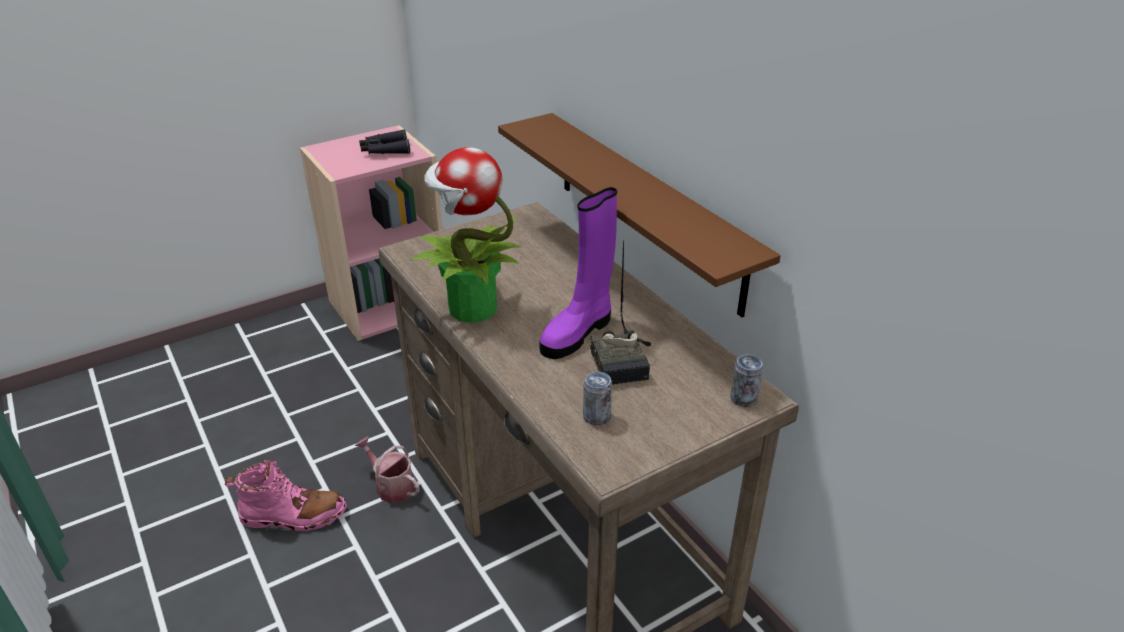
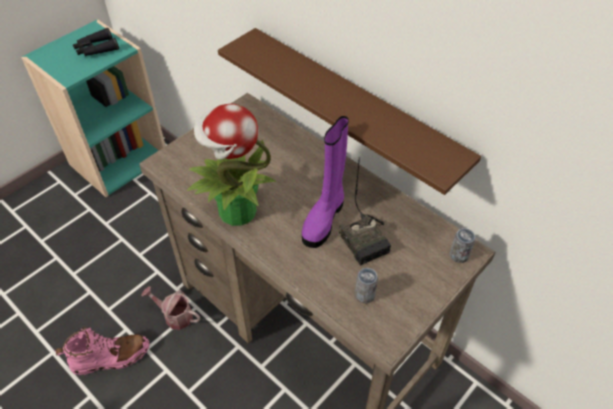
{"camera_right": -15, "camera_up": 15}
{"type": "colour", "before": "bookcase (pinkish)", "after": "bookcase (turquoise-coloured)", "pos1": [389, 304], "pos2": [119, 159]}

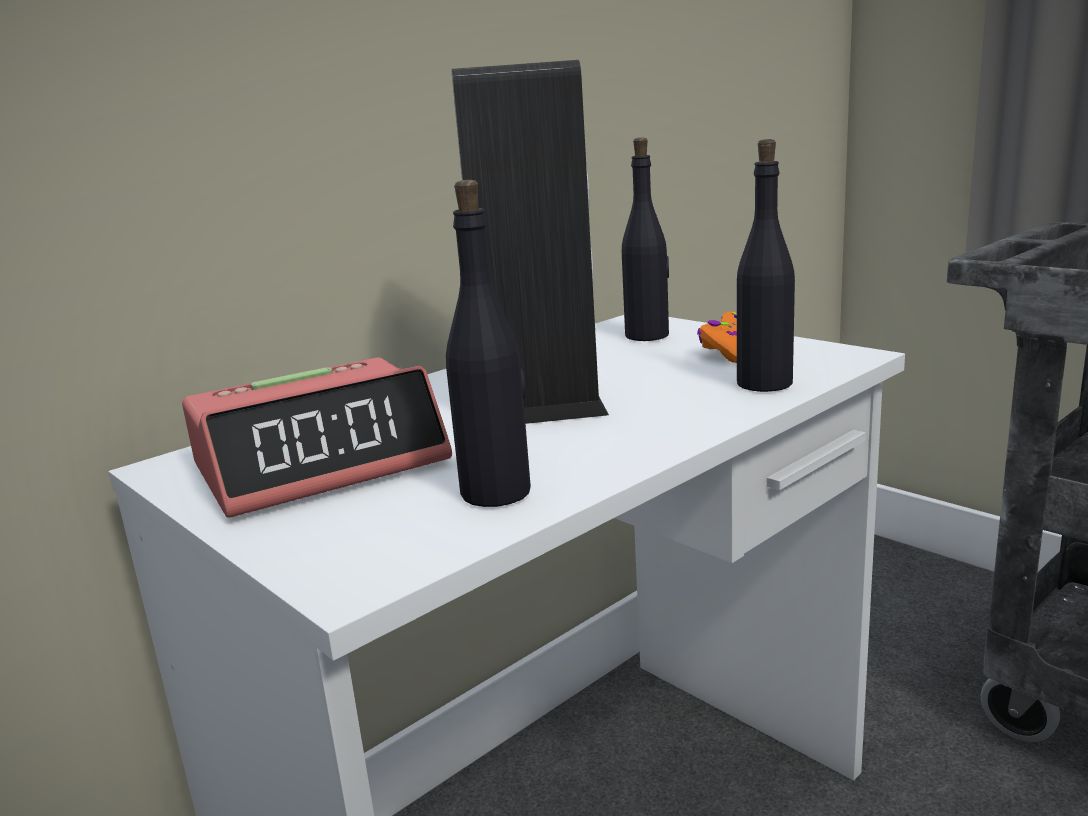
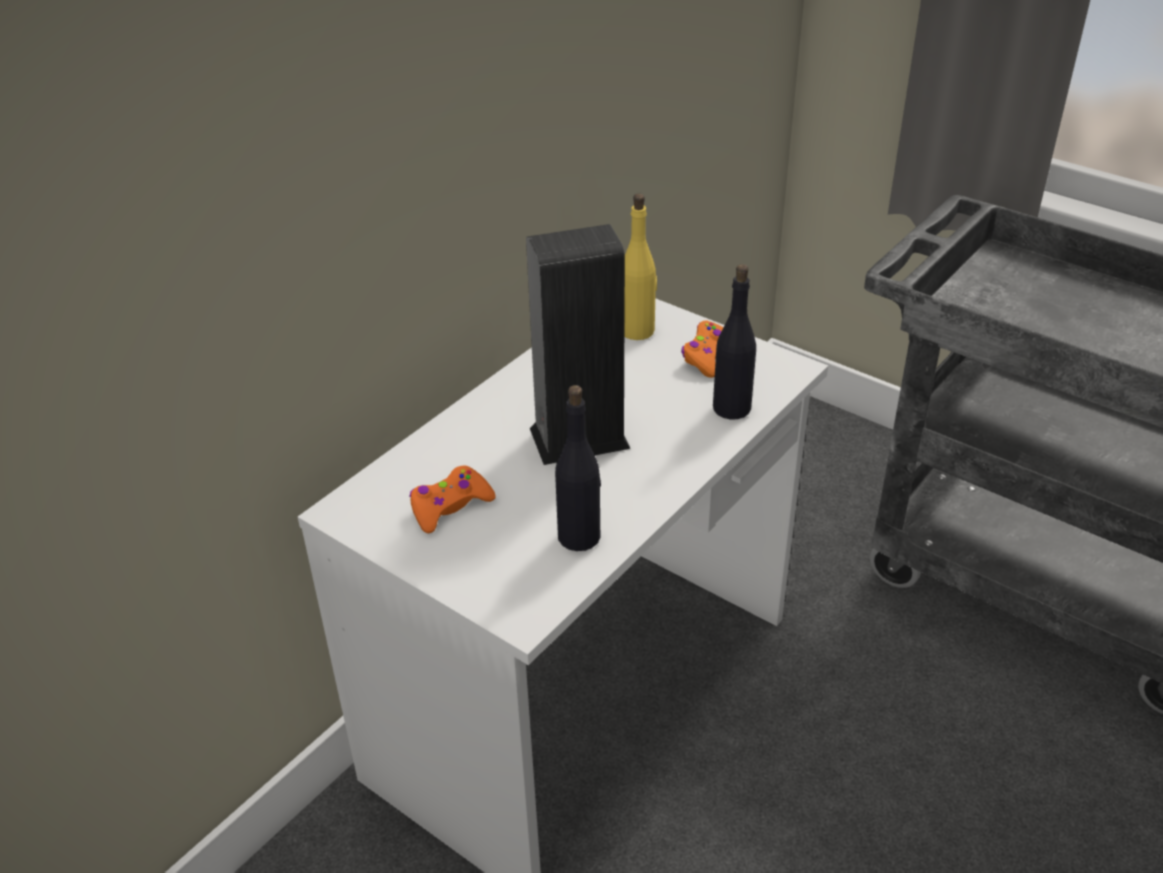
{"camera_right": -10, "camera_up": 20}
{"type": "exchanged", "before": "table clock", "after": "game controller (orange)", "pos1": [321, 462], "pos2": [450, 506]}
{"type": "colour", "before": "beverage bottle (black-coloured)", "after": "beverage bottle (yellow)", "pos1": [647, 335], "pos2": [637, 330]}

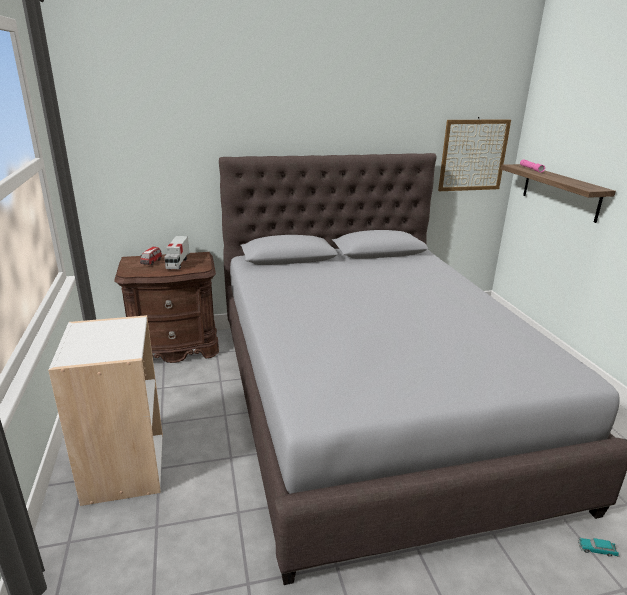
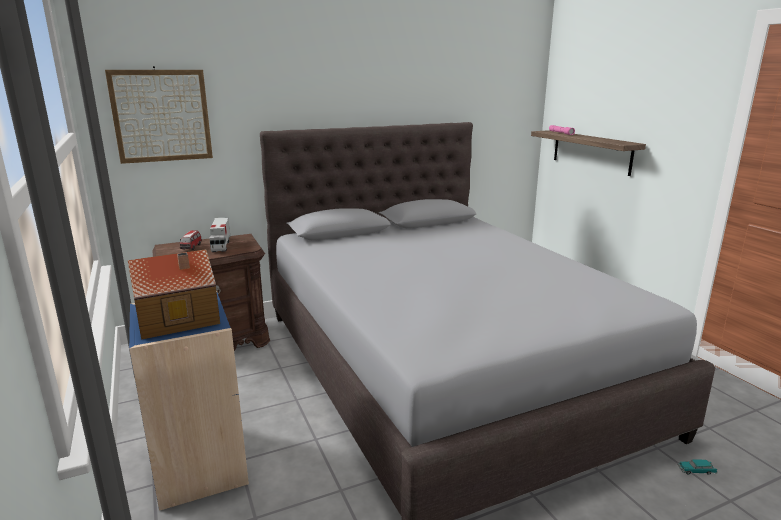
{"camera_right": -10, "camera_up": -5}
{"type": "appeared", "after": "miniature house", "pos2": [179, 317]}
{"type": "relocated", "before": "wall picture", "pos1": [473, 154], "pos2": [161, 114]}
{"type": "colour", "before": "bookcase (white-coloured)", "after": "bookcase (blue)", "pos1": [123, 466], "pos2": [198, 464]}

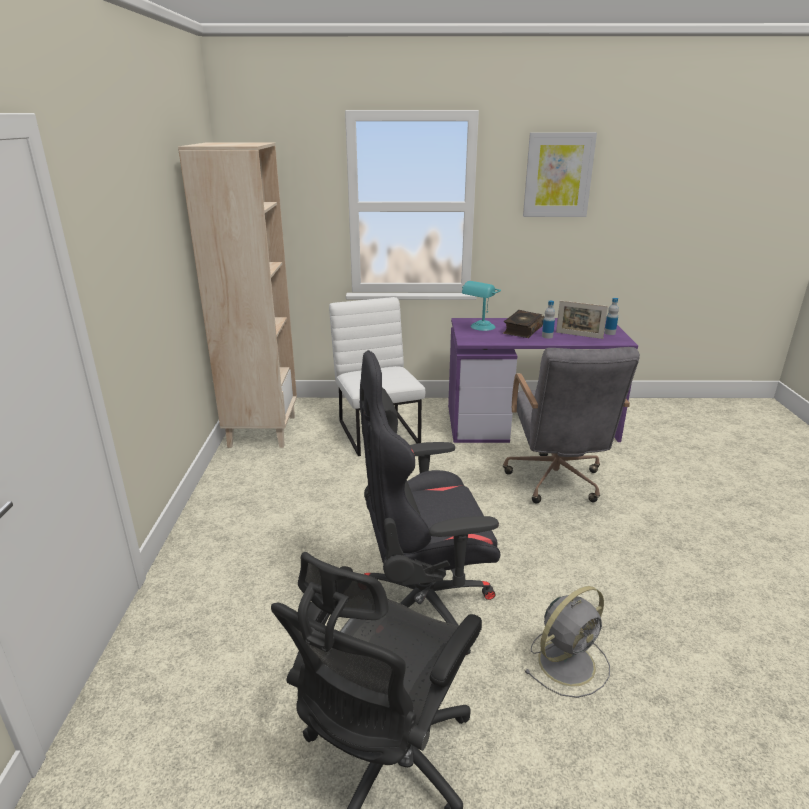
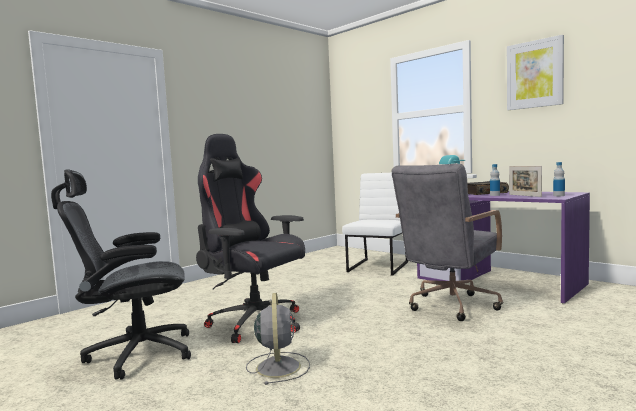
{"camera_right": 45, "camera_up": -20}
{"type": "missing", "before": "bookcase (beige-coloured)", "pos1": [262, 431]}
{"type": "spun", "before": "electric fan (greyish)", "pos1": [568, 661], "pos2": [278, 366], "turn": -105}

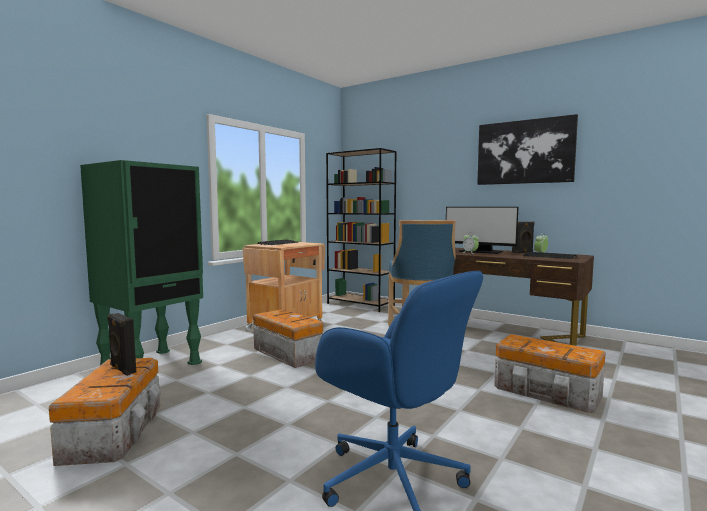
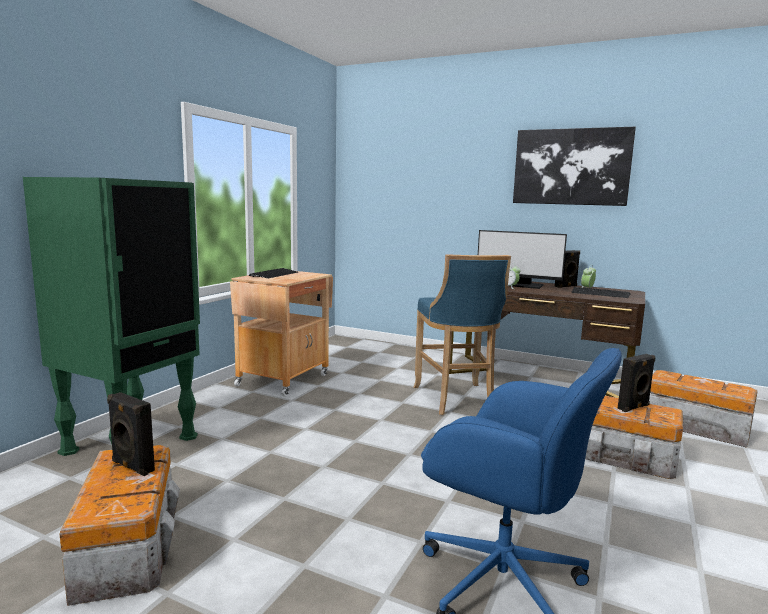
{"camera_right": -10, "camera_up": 5}
{"type": "missing", "before": "bookcase (beige-coloured)", "pos1": [361, 305]}
{"type": "appeared", "after": "loudspeaker (black-coloured)", "pos2": [634, 407]}
{"type": "relocated", "before": "storage box", "pos1": [288, 353], "pos2": [693, 426]}

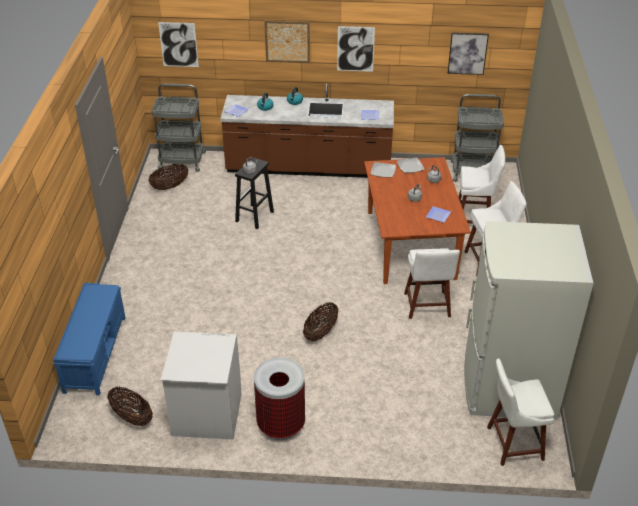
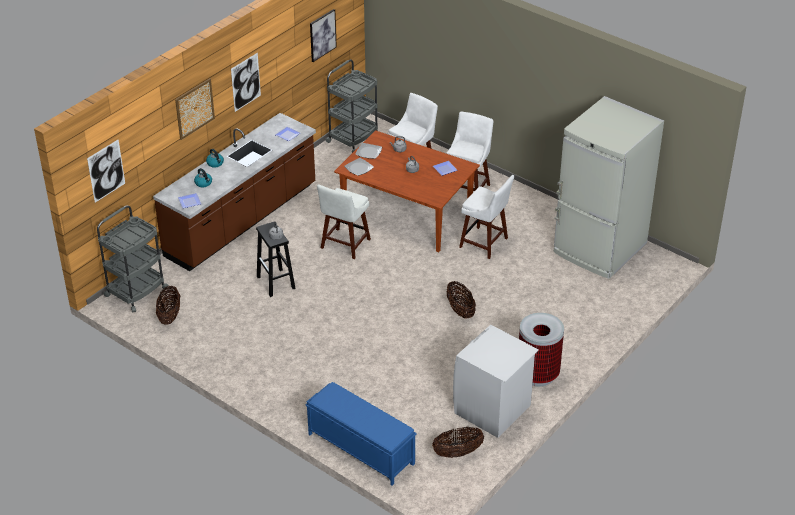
{"camera_right": -55, "camera_up": 0}
{"type": "relocated", "before": "plain chair (white-coloured)", "pos1": [511, 443], "pos2": [344, 245]}

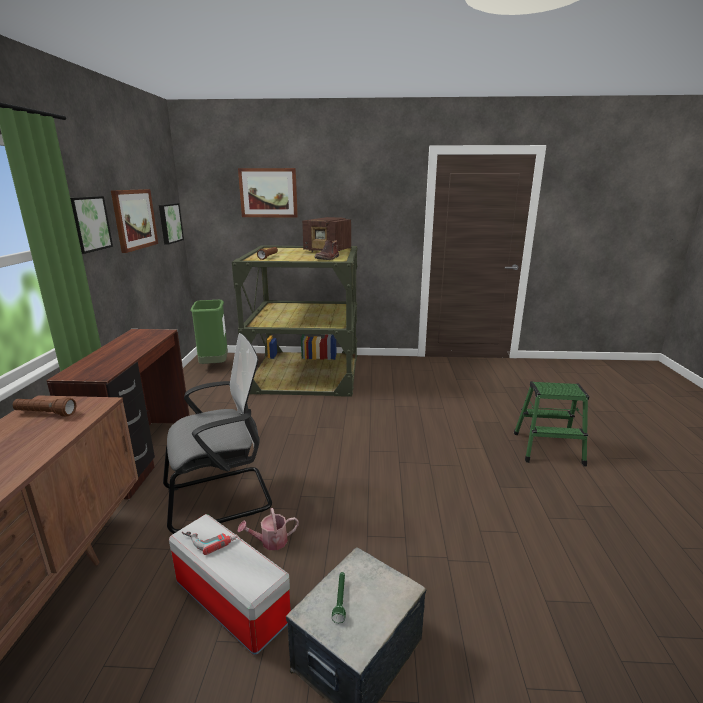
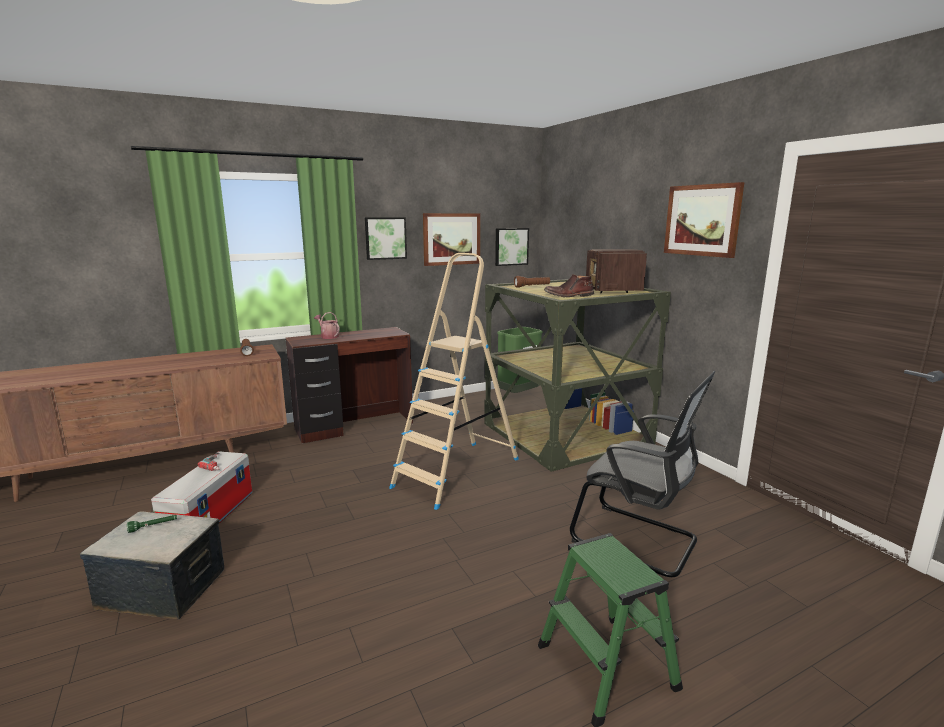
{"camera_right": 60, "camera_up": -5}
{"type": "appeared", "after": "stepladder (beige-coloured)", "pos2": [457, 473]}
{"type": "relocated", "before": "plain chair", "pos1": [222, 499], "pos2": [637, 541]}
{"type": "relocated", "before": "wall picture", "pos1": [268, 193], "pos2": [702, 220]}
{"type": "relocated", "before": "watering pot", "pos1": [270, 542], "pos2": [328, 336]}

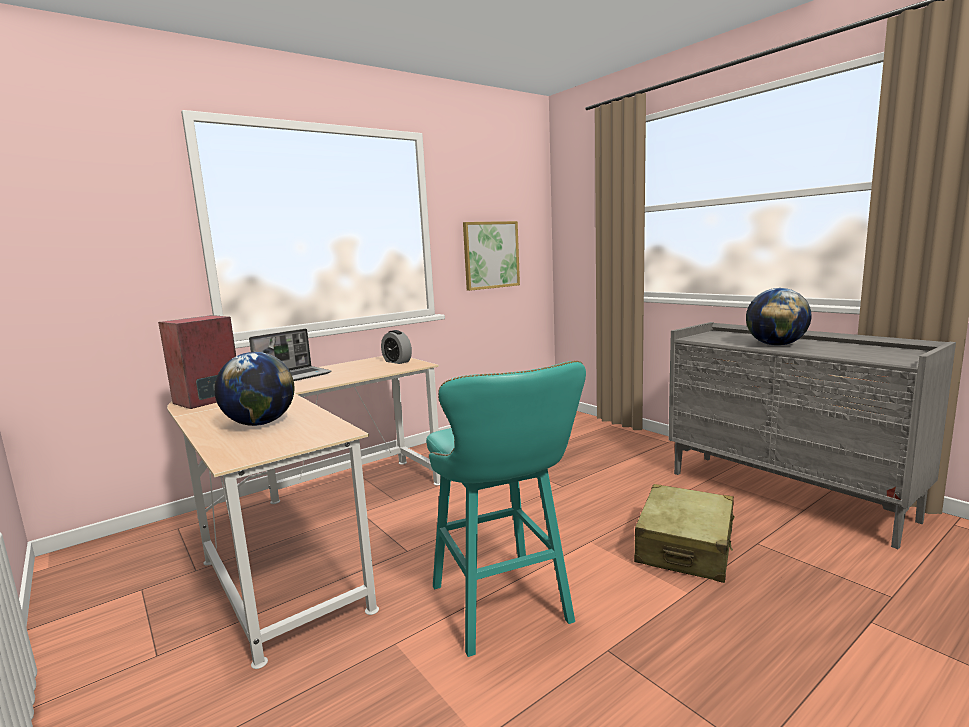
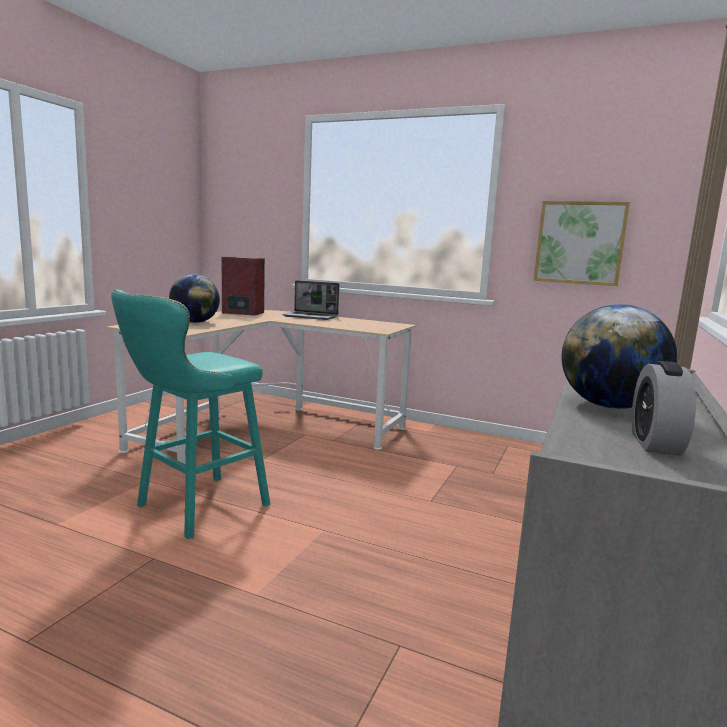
{"camera_right": 60, "camera_up": 0}
{"type": "missing", "before": "piece of luggage (beige-coloured)", "pos1": [685, 547]}
{"type": "relocated", "before": "table clock", "pos1": [397, 361], "pos2": [655, 444]}

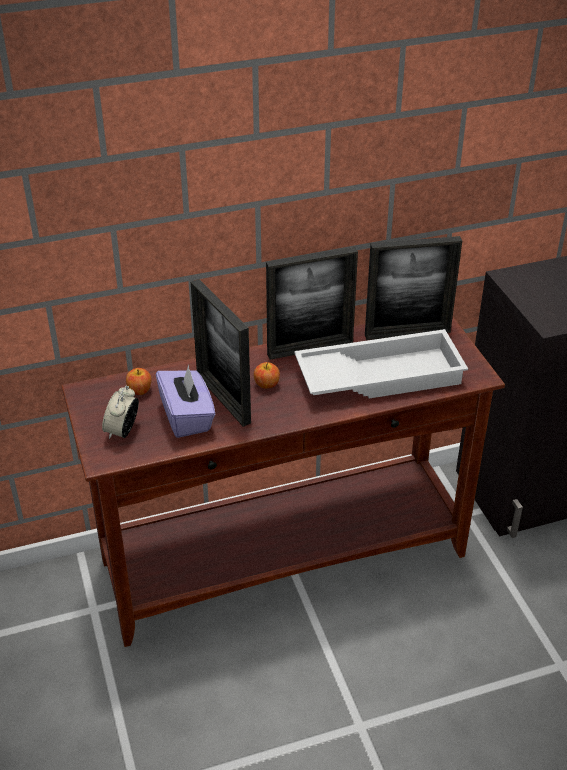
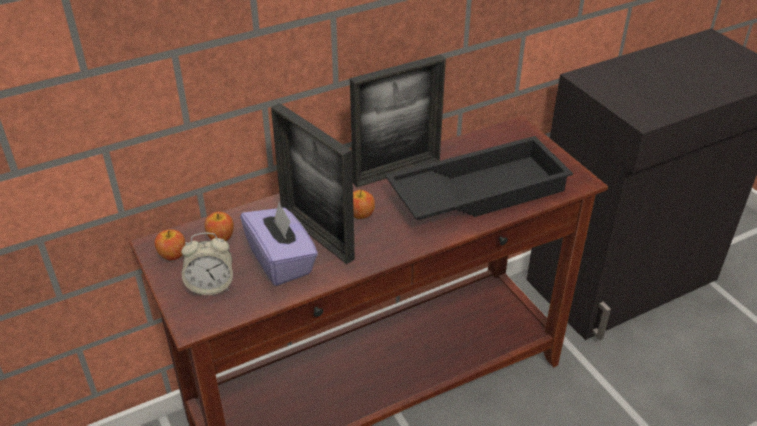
{"camera_right": -10, "camera_up": 0}
{"type": "missing", "before": "standing frame", "pos1": [407, 333]}
{"type": "appeared", "after": "apple", "pos2": [172, 255]}
{"type": "colour", "before": "serving tray (white-coloured)", "after": "serving tray (black-coloured)", "pos1": [379, 375], "pos2": [477, 191]}
{"type": "spun", "before": "table clock", "pos1": [122, 431], "pos2": [211, 286], "turn": -105}

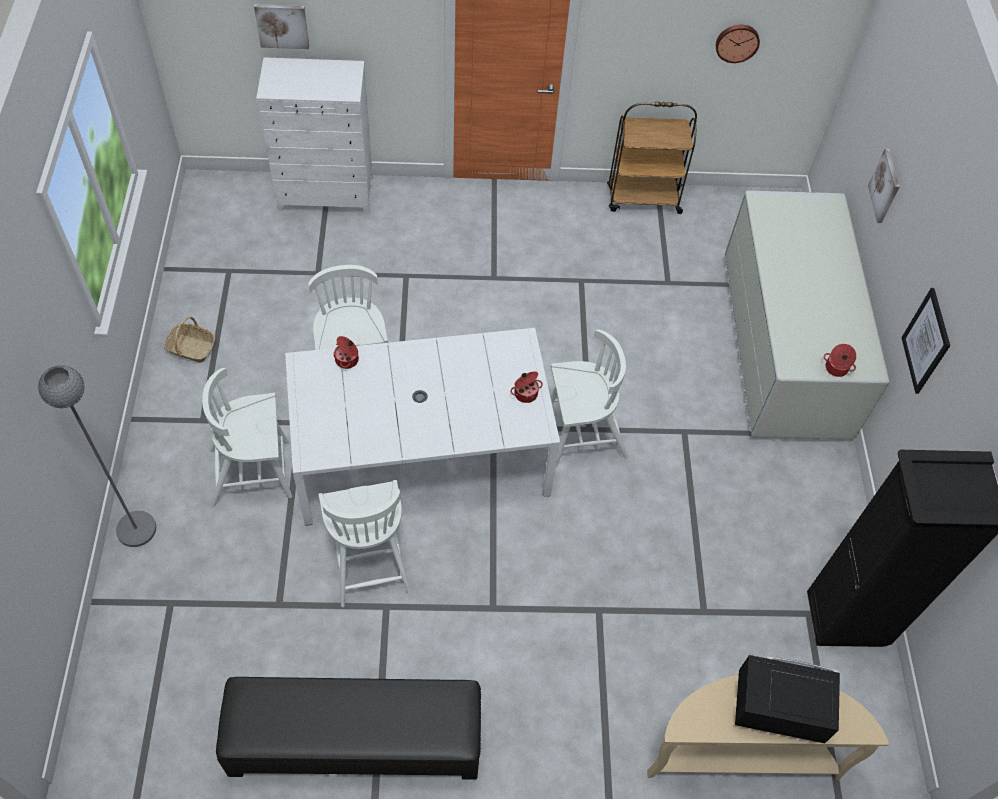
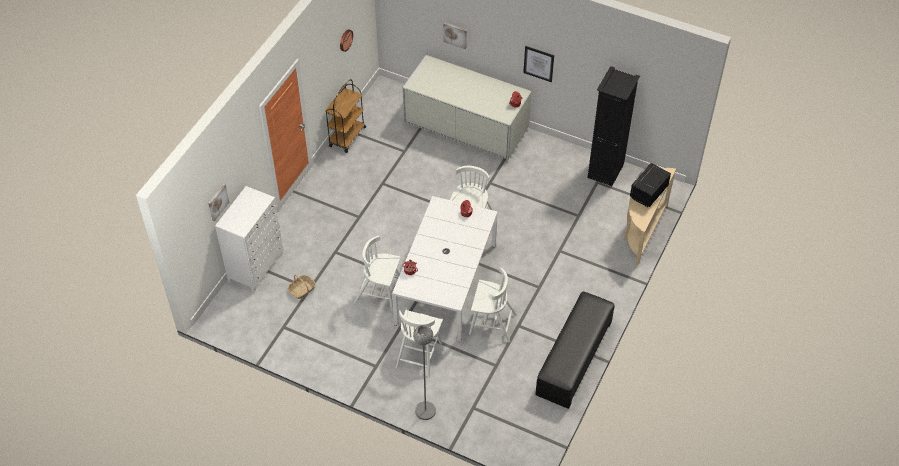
{"camera_right": -60, "camera_up": -5}
{"type": "relocated", "before": "basket", "pos1": [191, 348], "pos2": [302, 290]}

